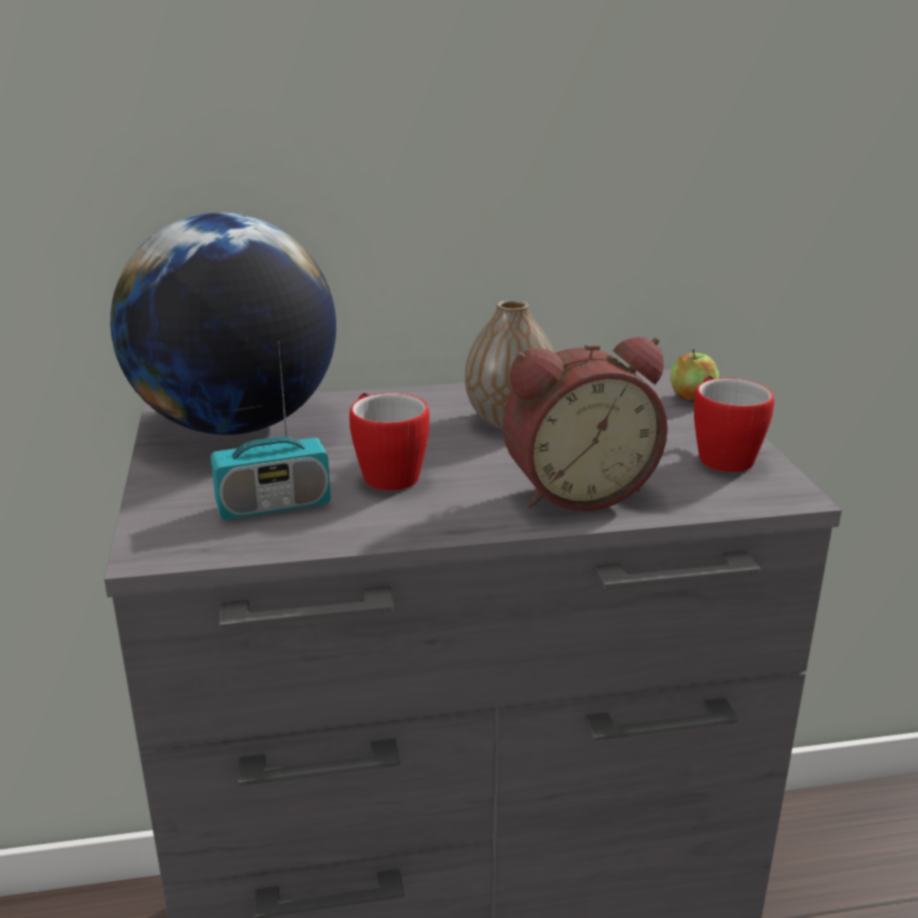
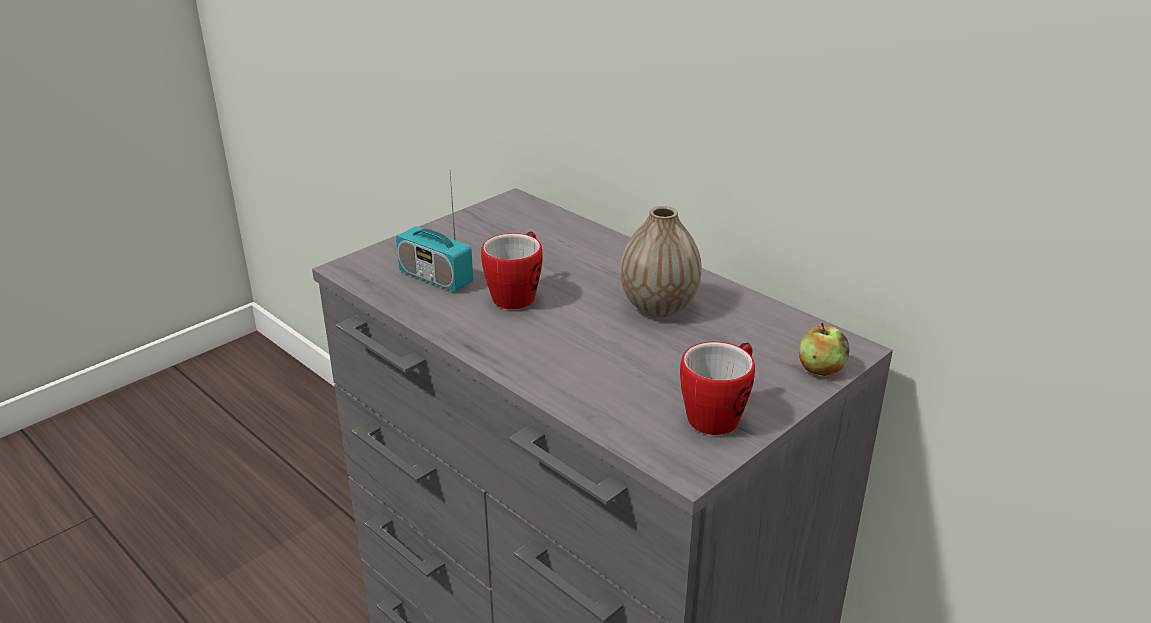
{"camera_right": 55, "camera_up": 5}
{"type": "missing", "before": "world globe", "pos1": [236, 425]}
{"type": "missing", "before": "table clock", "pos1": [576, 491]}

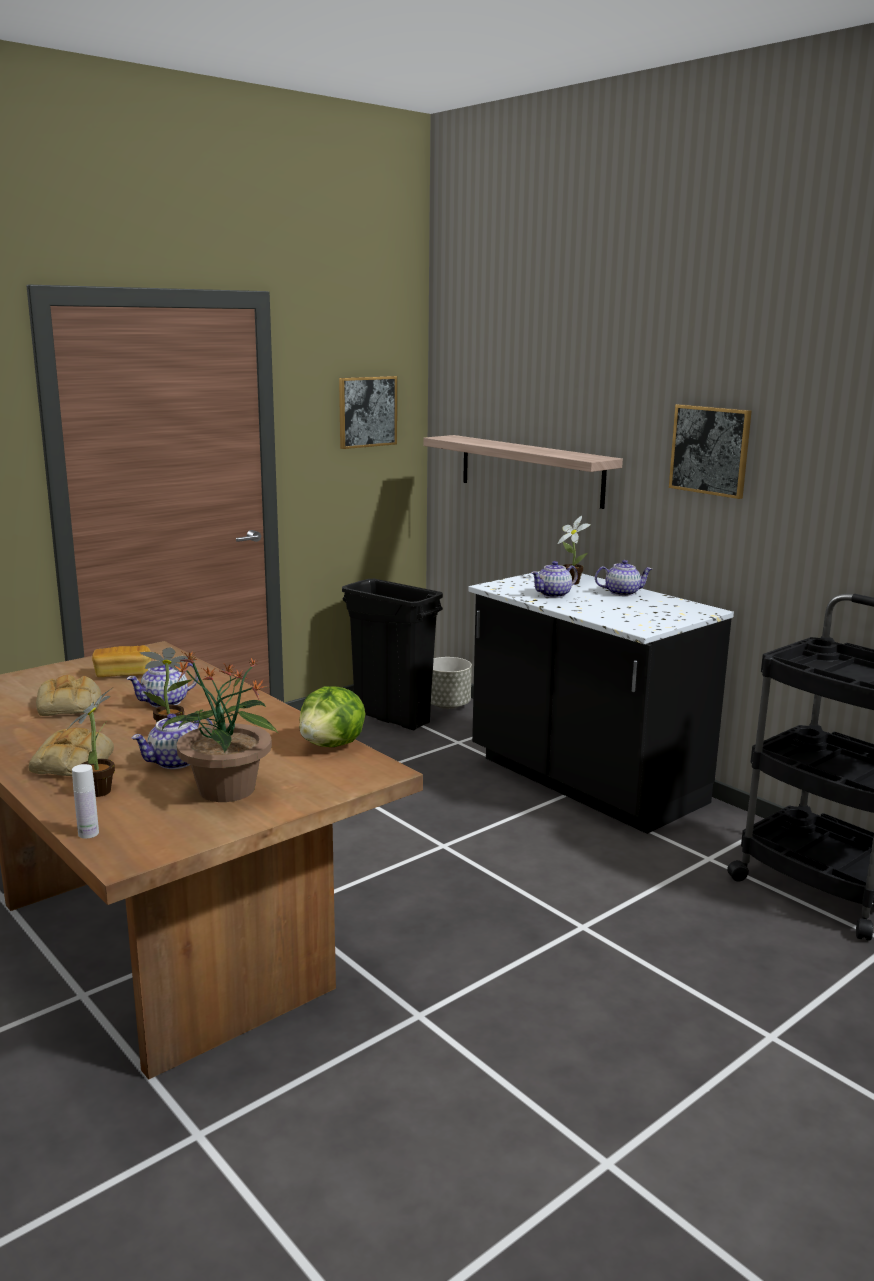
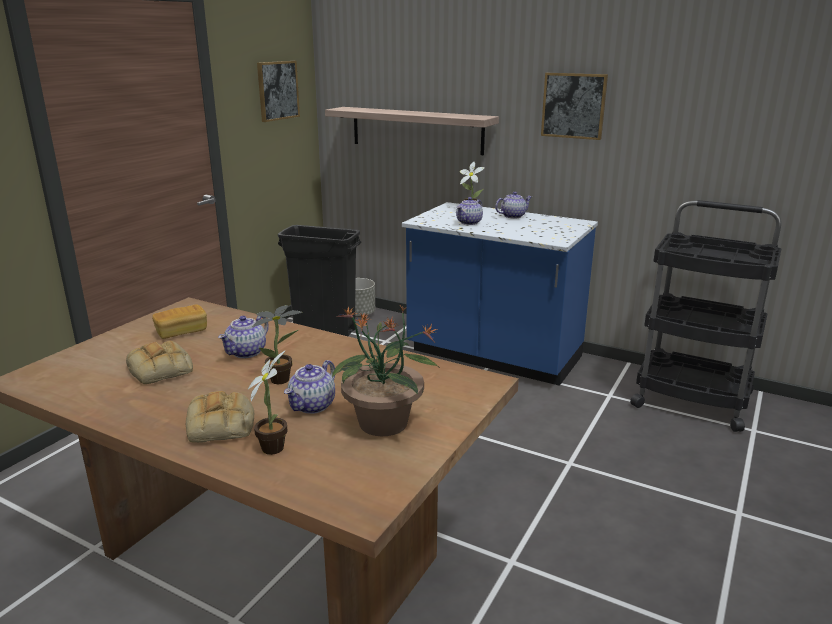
{"camera_right": -20, "camera_up": 5}
{"type": "missing", "before": "beverage bottle (white-coloured)", "pos1": [88, 833]}
{"type": "missing", "before": "lettuce head", "pos1": [332, 745]}
{"type": "colour", "before": "kitchen base unit (black-coloured)", "after": "kitchen base unit (blue)", "pos1": [584, 783], "pos2": [493, 356]}

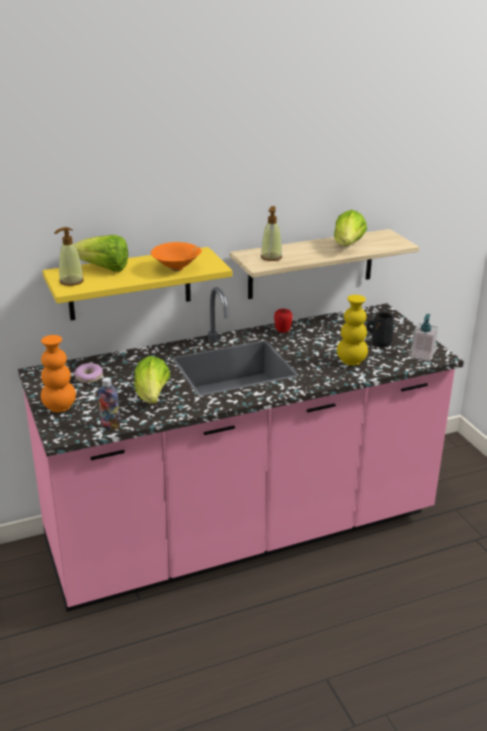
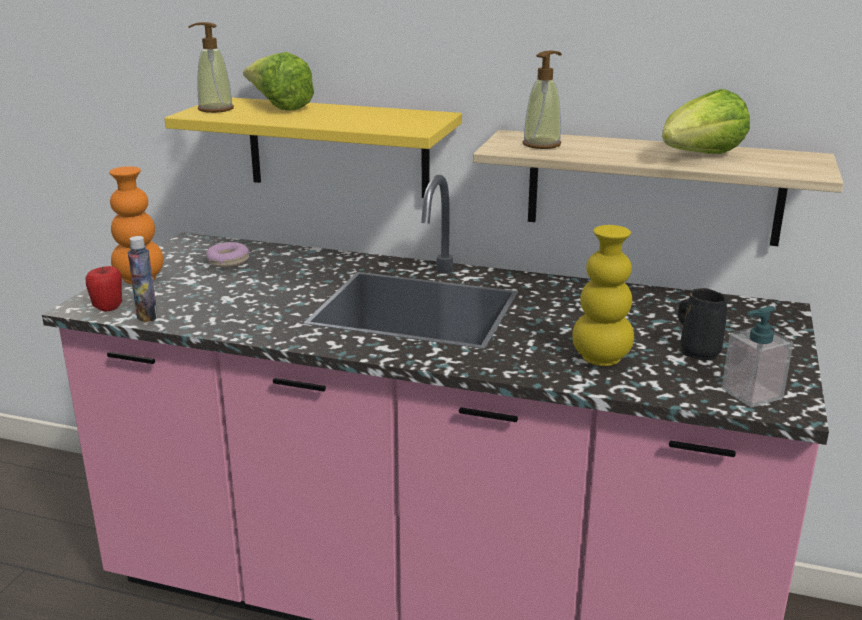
{"camera_right": 40, "camera_up": -5}
{"type": "missing", "before": "lettuce head", "pos1": [152, 397]}
{"type": "missing", "before": "deep dish (orange)", "pos1": [178, 269]}
{"type": "relocated", "before": "apple", "pos1": [282, 331], "pos2": [108, 308]}

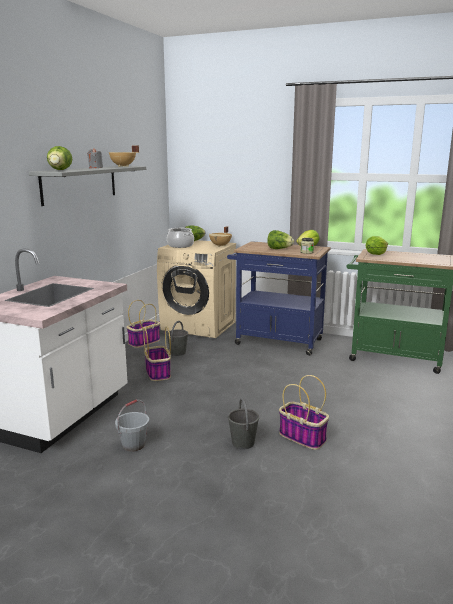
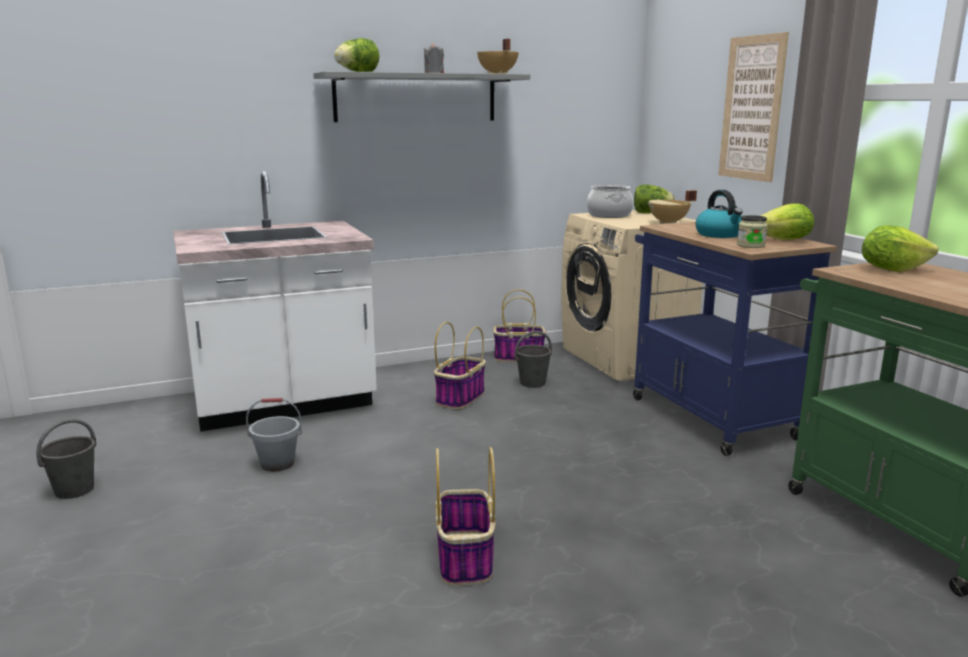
{"camera_right": 45, "camera_up": 0}
{"type": "appeared", "after": "wall picture", "pos2": [752, 108]}
{"type": "relocated", "before": "bucket (greyish)", "pos1": [243, 443], "pos2": [75, 489]}
{"type": "exchanged", "before": "lettuce head", "after": "tea kettle", "pos1": [279, 249], "pos2": [719, 235]}

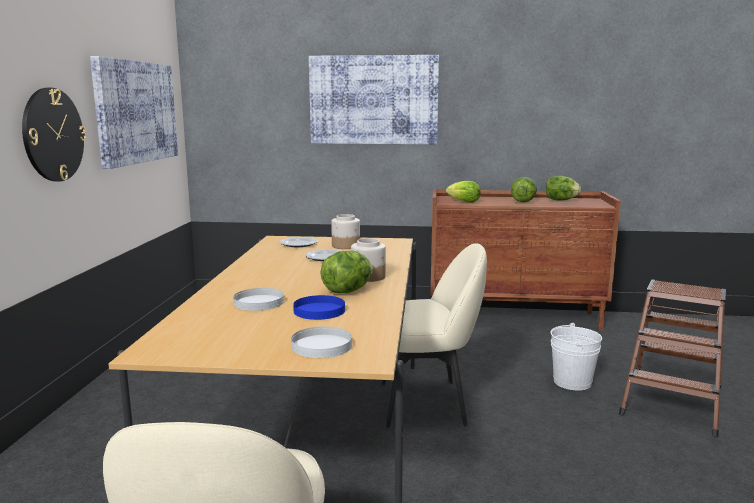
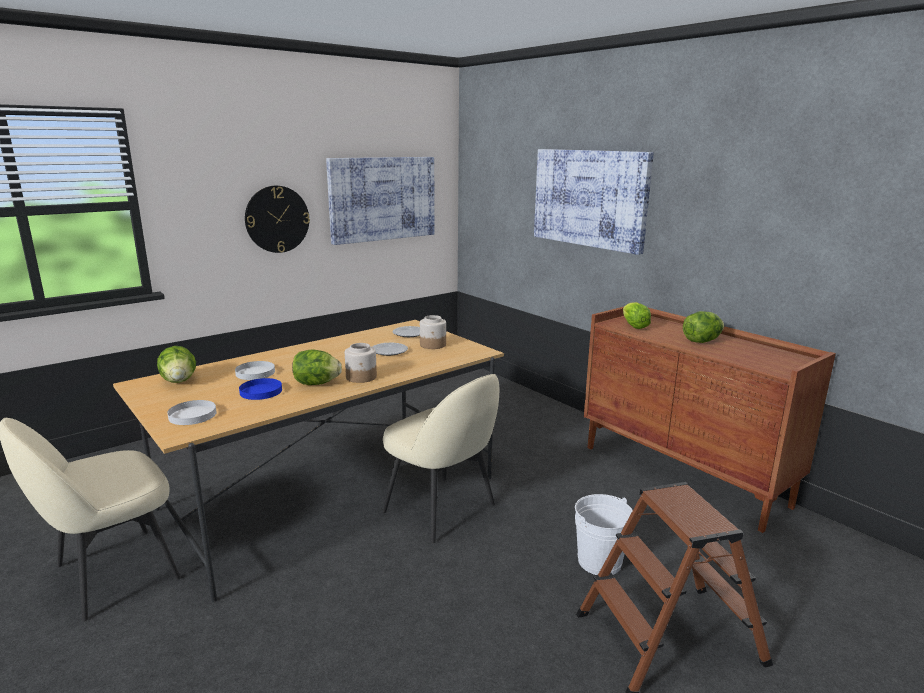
{"camera_right": 45, "camera_up": 5}
{"type": "relocated", "before": "lettuce head", "pos1": [560, 200], "pos2": [179, 381]}

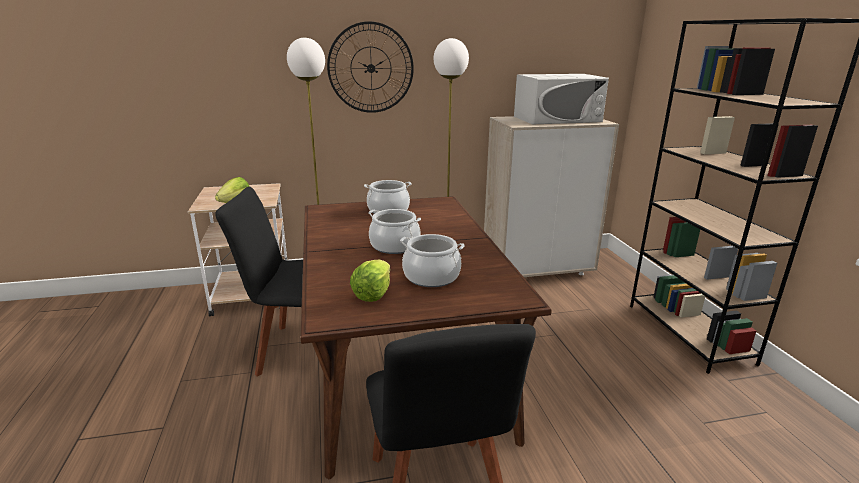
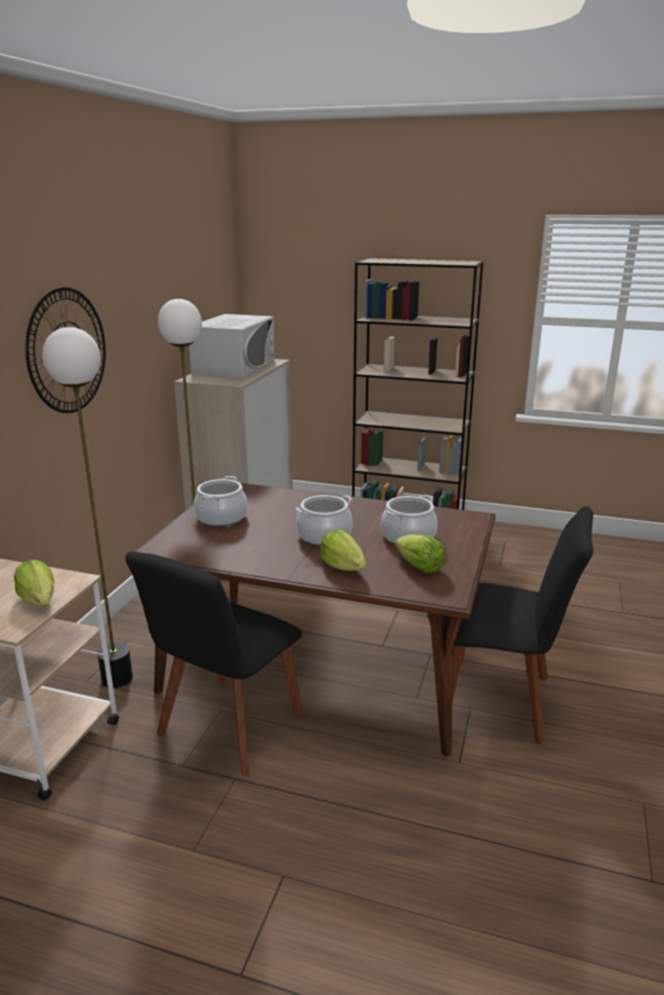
{"camera_right": -60, "camera_up": 0}
{"type": "appeared", "after": "lettuce head", "pos2": [343, 567]}

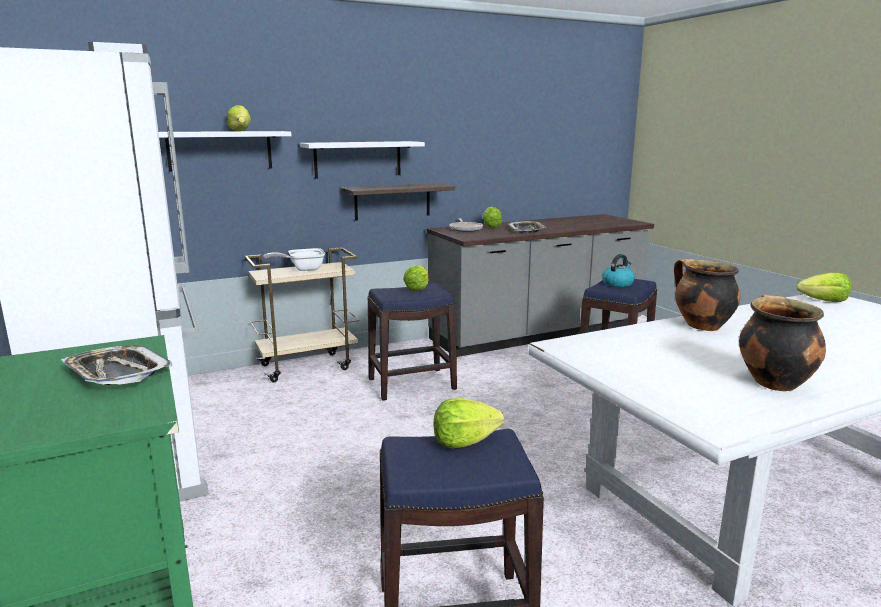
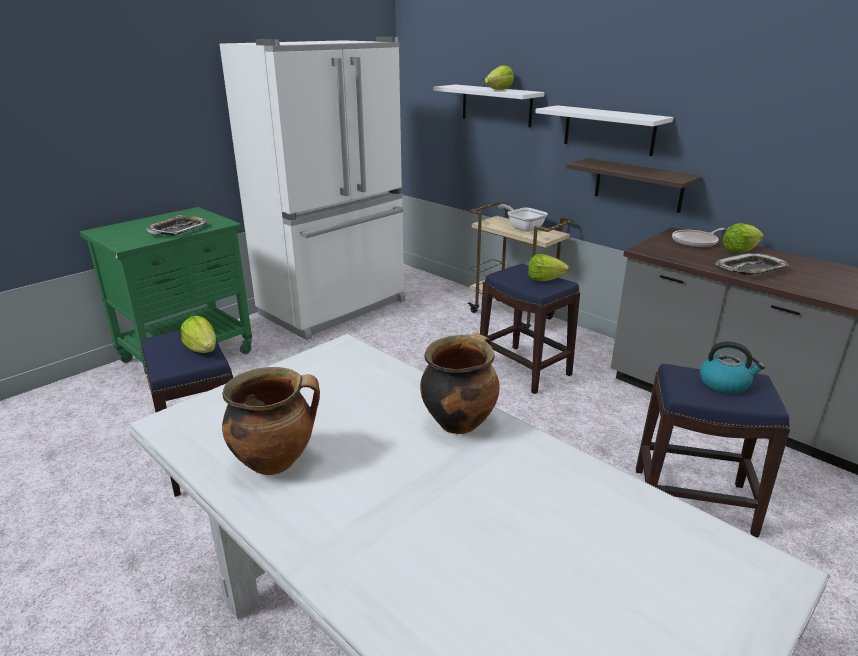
{"camera_right": 70, "camera_up": 10}
{"type": "missing", "before": "lettuce head", "pos1": [824, 301]}

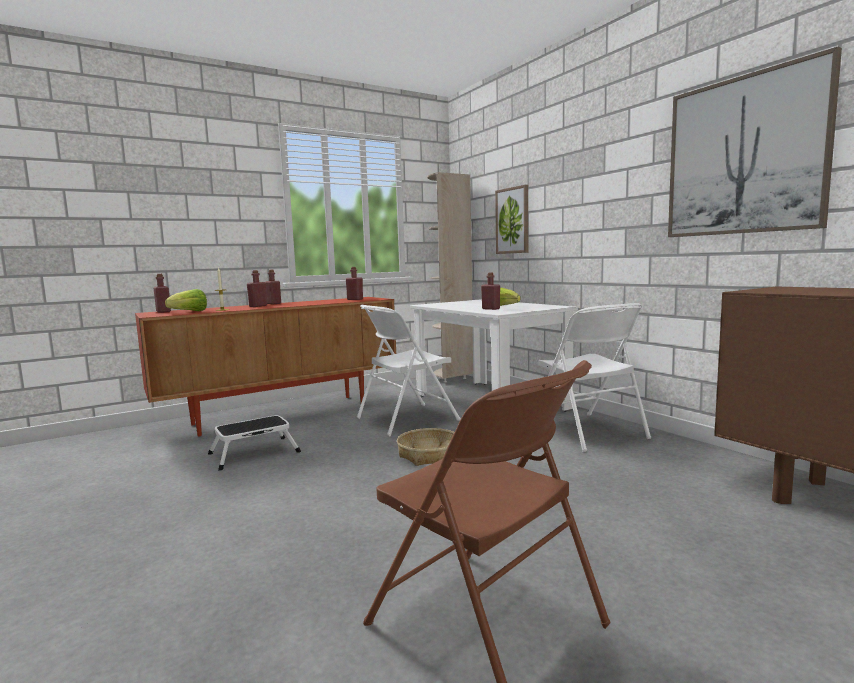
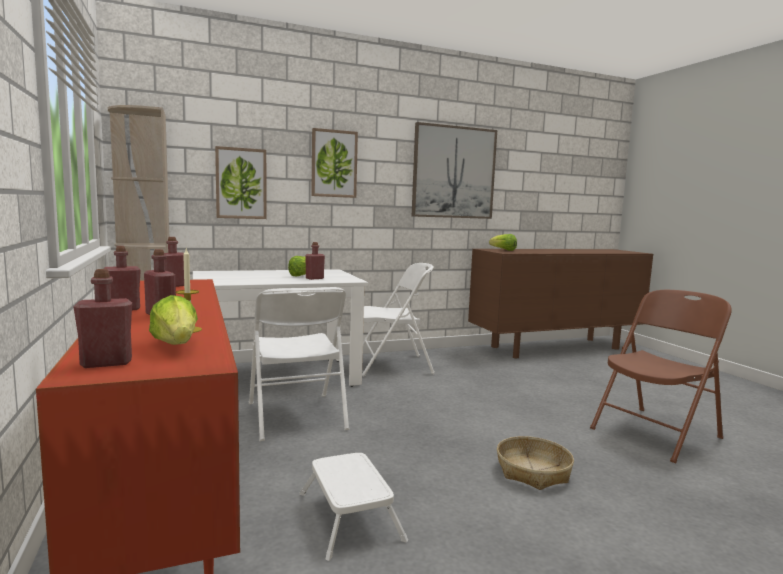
{"camera_right": -80, "camera_up": 0}
{"type": "appeared", "after": "wall picture", "pos2": [334, 164]}
{"type": "appeared", "after": "lettuce head", "pos2": [503, 250]}
{"type": "relocated", "before": "basket", "pos1": [429, 455], "pos2": [533, 471]}
{"type": "colour", "before": "stepladder (black-coloured)", "after": "stepladder (white-coloured)", "pos1": [254, 453], "pos2": [350, 516]}

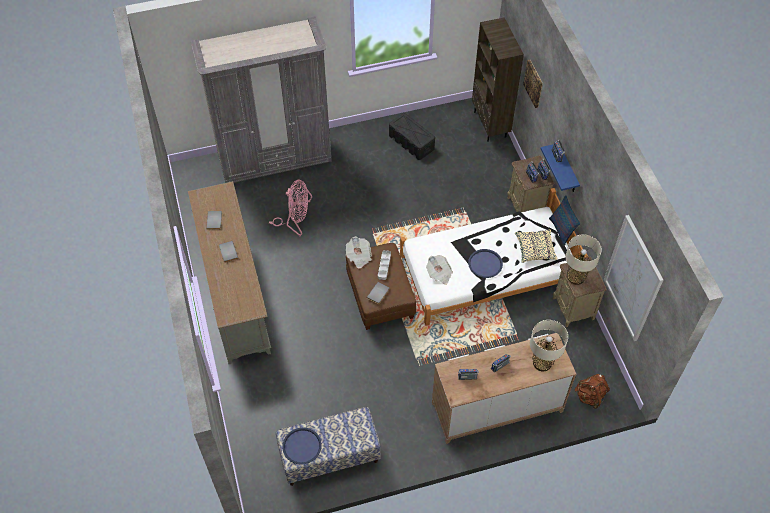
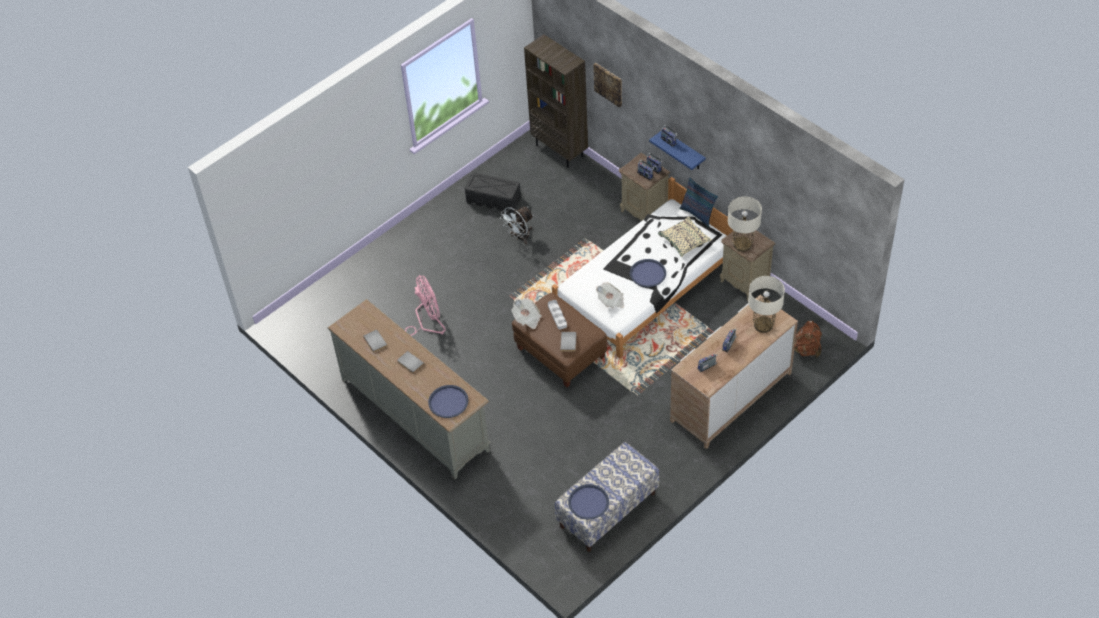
{"camera_right": -25, "camera_up": -5}
{"type": "missing", "before": "armoire (greyish)", "pos1": [275, 158]}
{"type": "missing", "before": "wall picture", "pos1": [633, 279]}
{"type": "appeared", "after": "serving tray (blue)", "pos2": [448, 402]}
{"type": "appeared", "after": "electric fan (white-coloured)", "pos2": [519, 237]}

